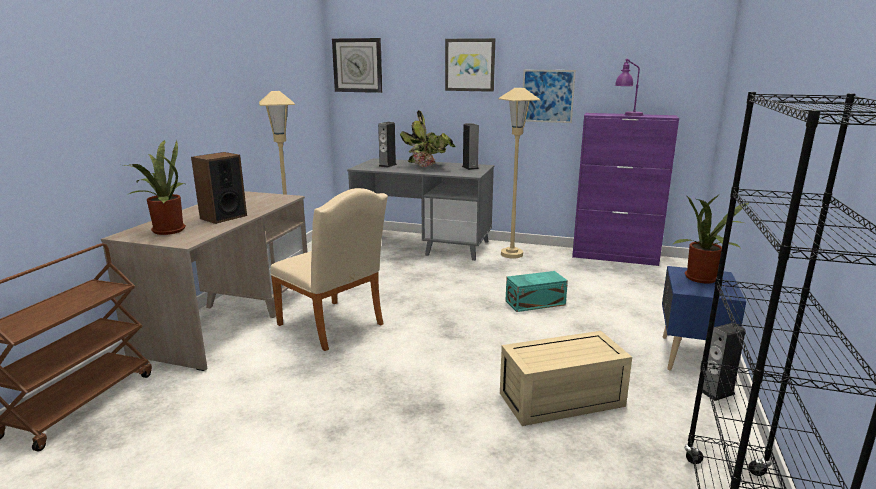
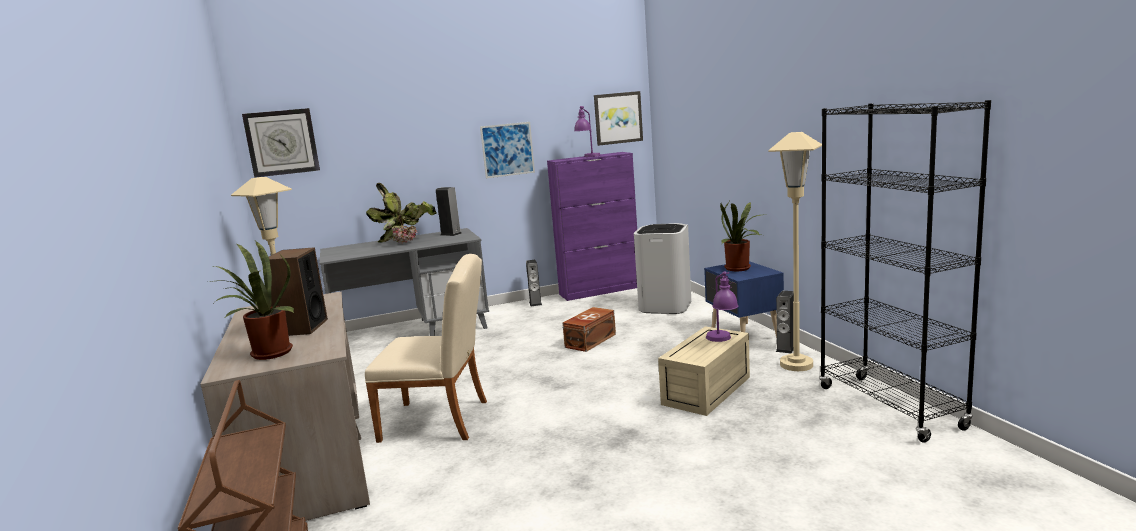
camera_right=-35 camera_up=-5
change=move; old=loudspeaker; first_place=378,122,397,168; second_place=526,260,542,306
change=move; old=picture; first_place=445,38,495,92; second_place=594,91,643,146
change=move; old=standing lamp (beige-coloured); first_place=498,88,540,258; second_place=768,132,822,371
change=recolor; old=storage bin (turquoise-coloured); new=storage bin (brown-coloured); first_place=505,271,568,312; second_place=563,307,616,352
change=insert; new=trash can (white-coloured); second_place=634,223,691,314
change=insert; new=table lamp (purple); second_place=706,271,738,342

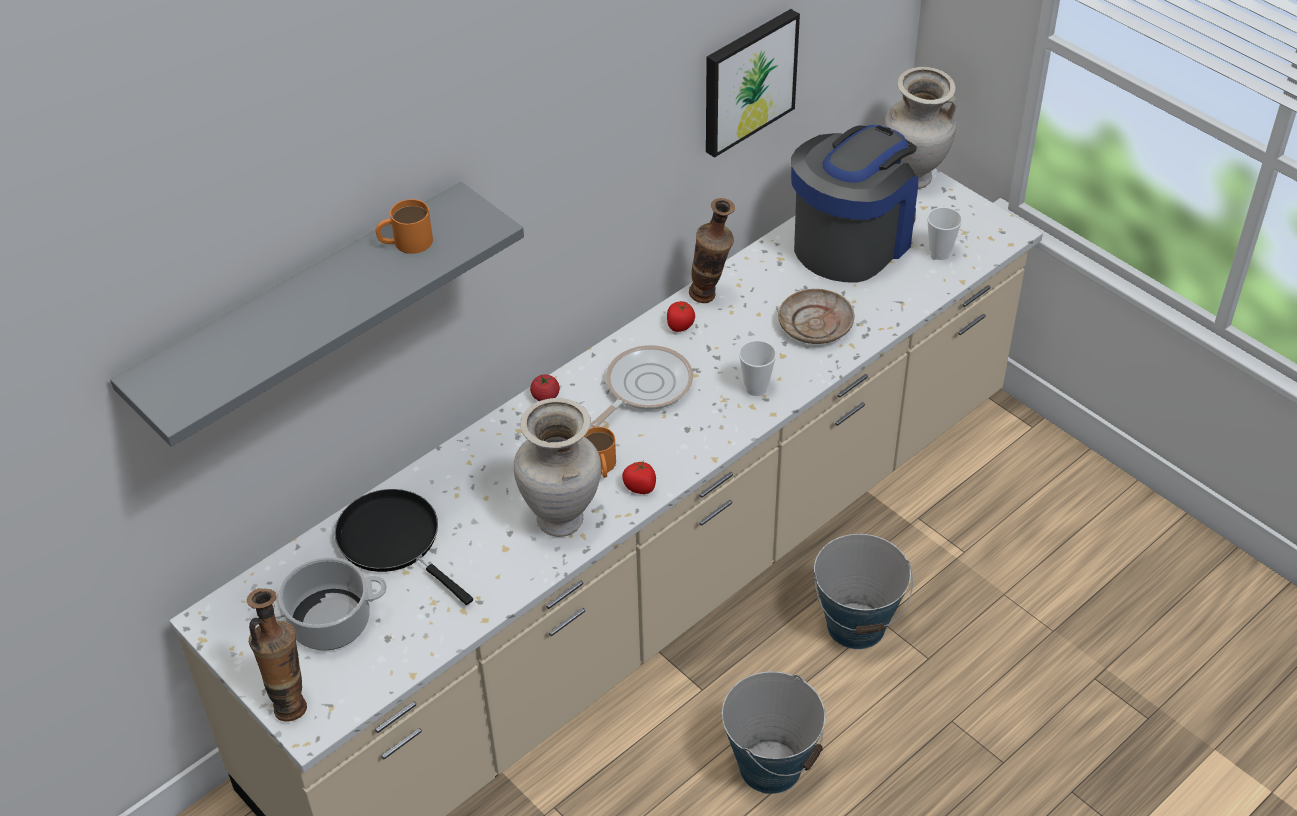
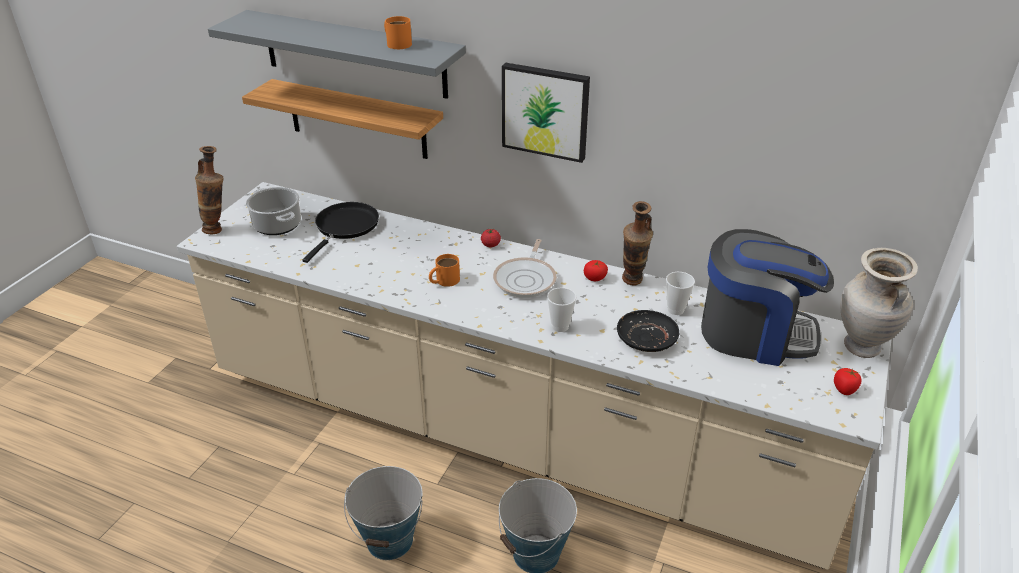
camera_right=65 camera_up=-10
change=delete; old=vase (beige-coloured); first_place=514,398,601,537
change=rotate; old=frying pan; first_place=591,345,693,427; second_place=493,239,557,298; degrees=90
change=move; old=whole tomato; first_place=622,461,656,494; second_place=834,368,861,395
change=move; old=picture; first_place=706,9,800,158; second_place=502,63,590,163
change=recolor; old=plate (beige-coloured); new=plate (blackish); first_place=778,289,854,344; second_place=617,310,679,352
change=move; old=cup; first_place=927,207,962,260; second_place=666,272,695,315
change=insert; new=bracket shelf; second_place=242,79,443,159

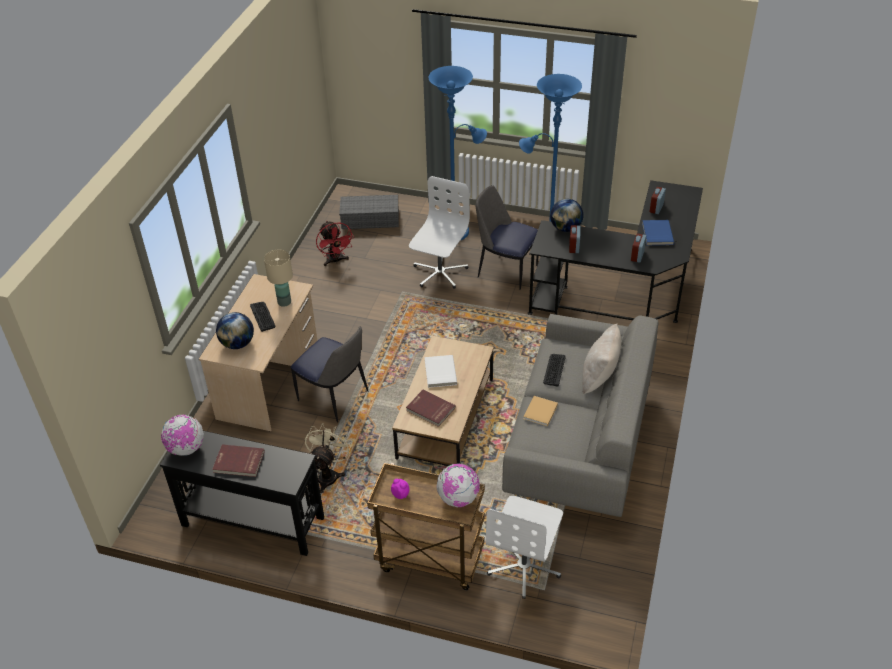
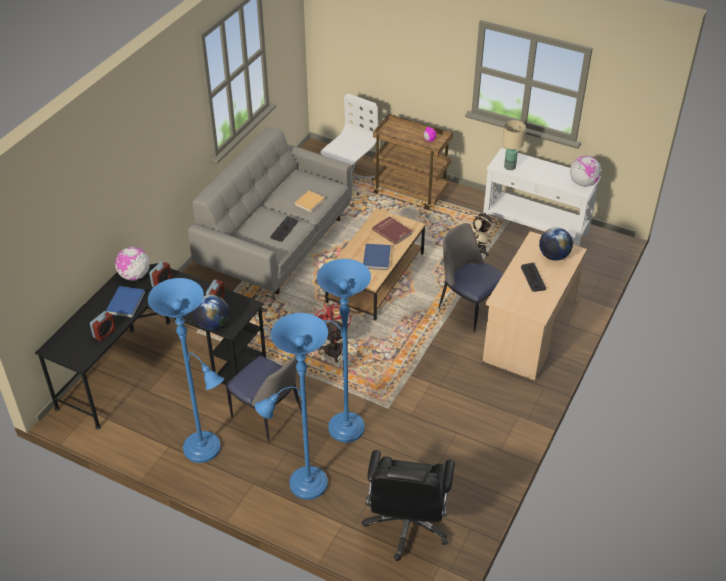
camera_right=-170 camera_up=0
change=recolor; old=console table (blackish); new=console table (white-coloured); first_place=160,431,324,556; second_place=483,148,601,246
change=delete; old=book (red-coloured); first_place=212,444,265,477
change=move; old=table lamp (beige-coloured); first_place=264,250,293,307; second_place=502,120,526,170
change=move; old=fan (red-coloured); first_place=316,221,354,266; second_place=314,301,351,363
change=replace; old=storage bin (greyish); new=desk chair (blackish); first_place=339,195,399,229; second_place=362,450,455,561
change=replace; old=desk chair (white-coloured); new=standing lamp (bluish); first_place=409,176,470,289; second_place=317,259,371,443
change=recolor; old=book (white-coloured); new=book (bluish); first_place=425,355,457,388; second_place=363,244,391,270
change=move; old=world globe; first_place=436,463,480,507; second_place=115,247,150,281
change=delete; old=throw pillow (beige-coloured); first_place=582,324,621,394

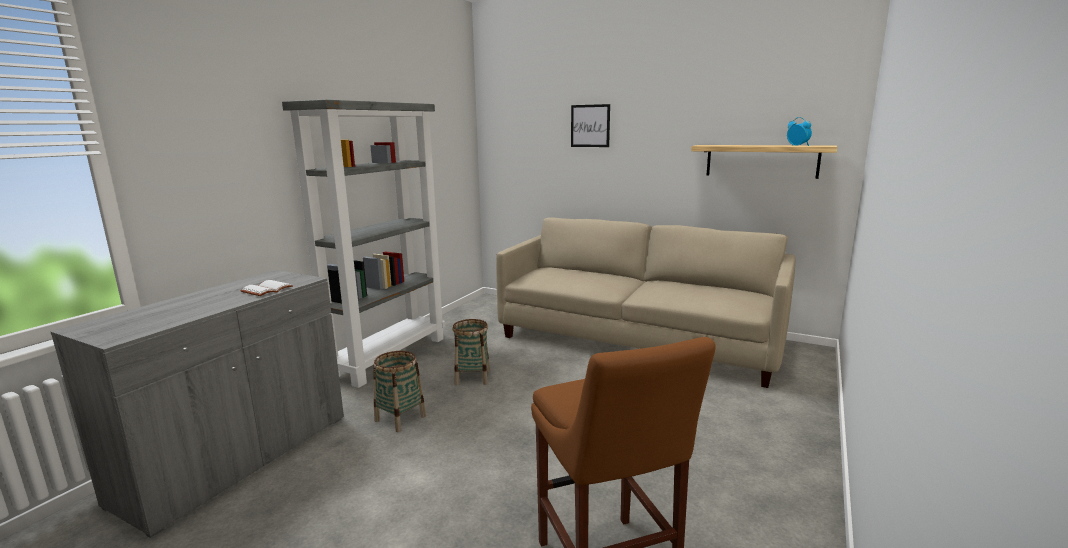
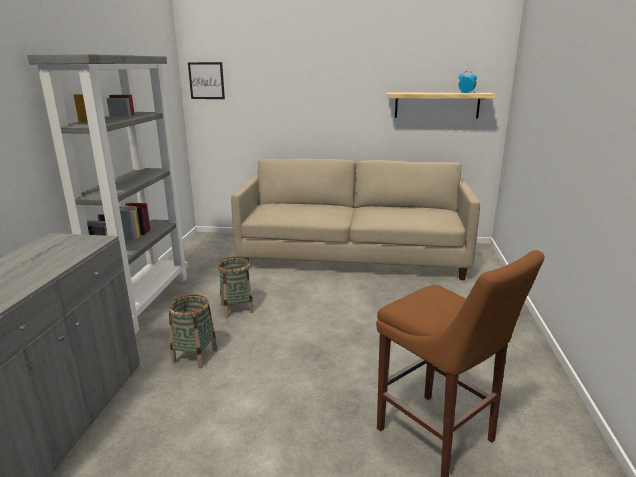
camera_right=-20 camera_up=5
change=delete; old=book (white-coloured); first_place=240,280,293,296
change=move; old=picture; first_place=571,104,610,147; second_place=188,62,225,99

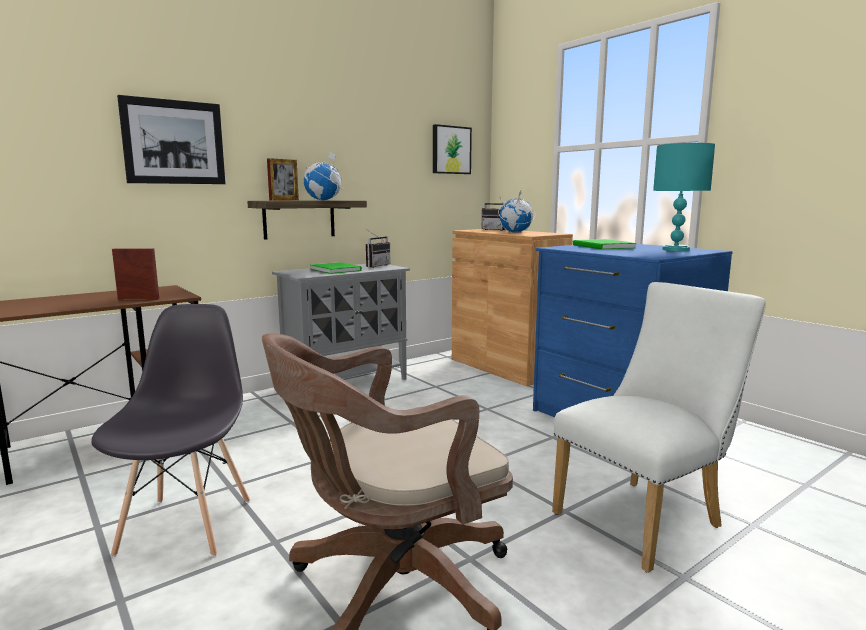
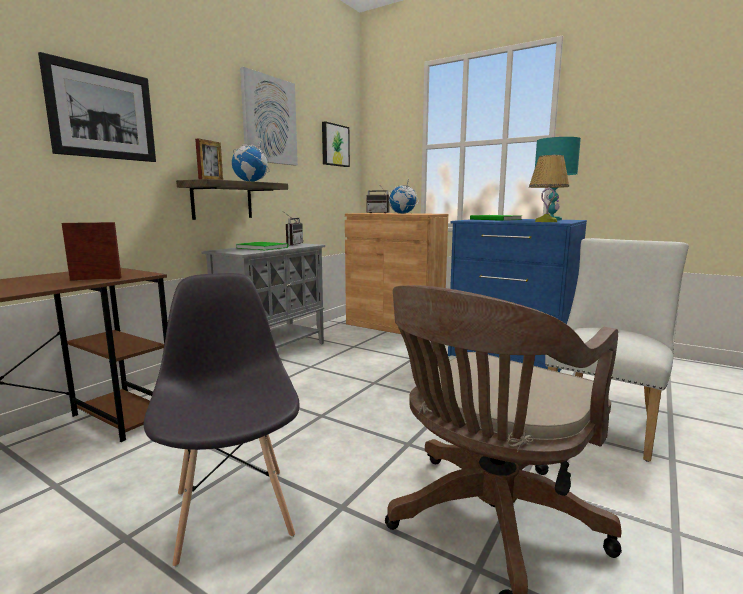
camera_right=-20 camera_up=0
change=insert; new=picture; second_place=240,67,298,165
change=insert; new=table lamp; second_place=529,155,569,222

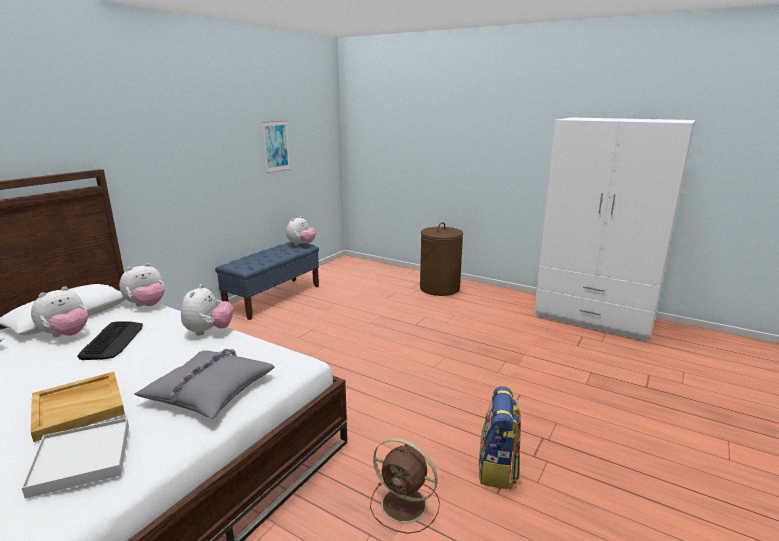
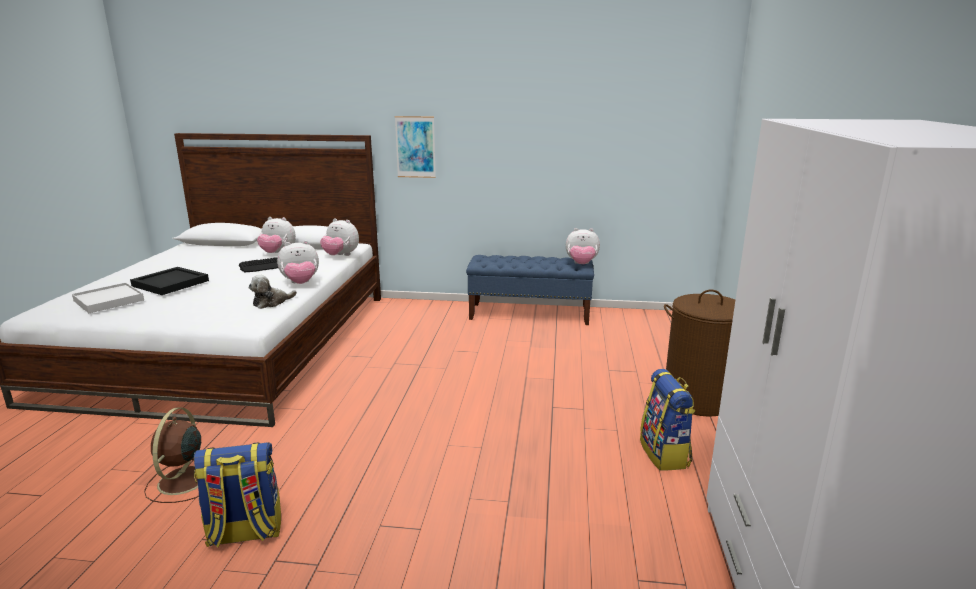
camera_right=65 camera_up=0
change=recolor; old=tray (beige-coloured); new=tray (blackish); first_place=31,372,125,442; second_place=130,267,209,295
change=delete; old=throw pillow (greyish); first_place=134,349,275,419
change=move; old=picture; first_place=262,120,290,173; second_place=395,116,436,178
change=insert; new=plush toy; second_place=249,275,297,309
change=insert; new=backpack; second_place=640,369,696,470

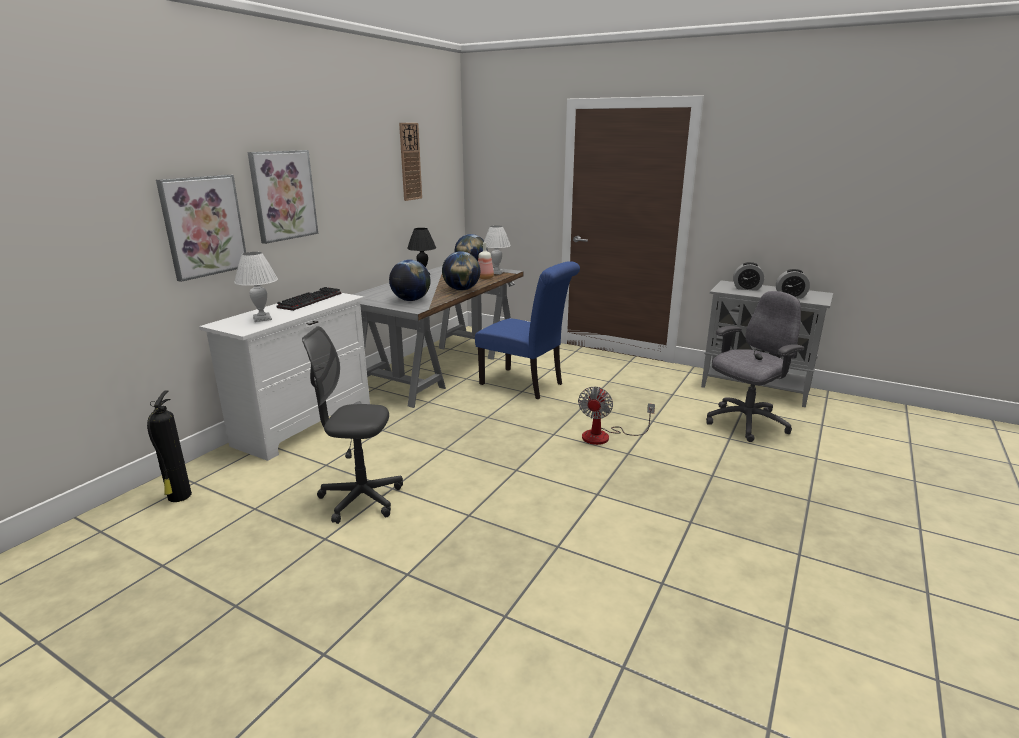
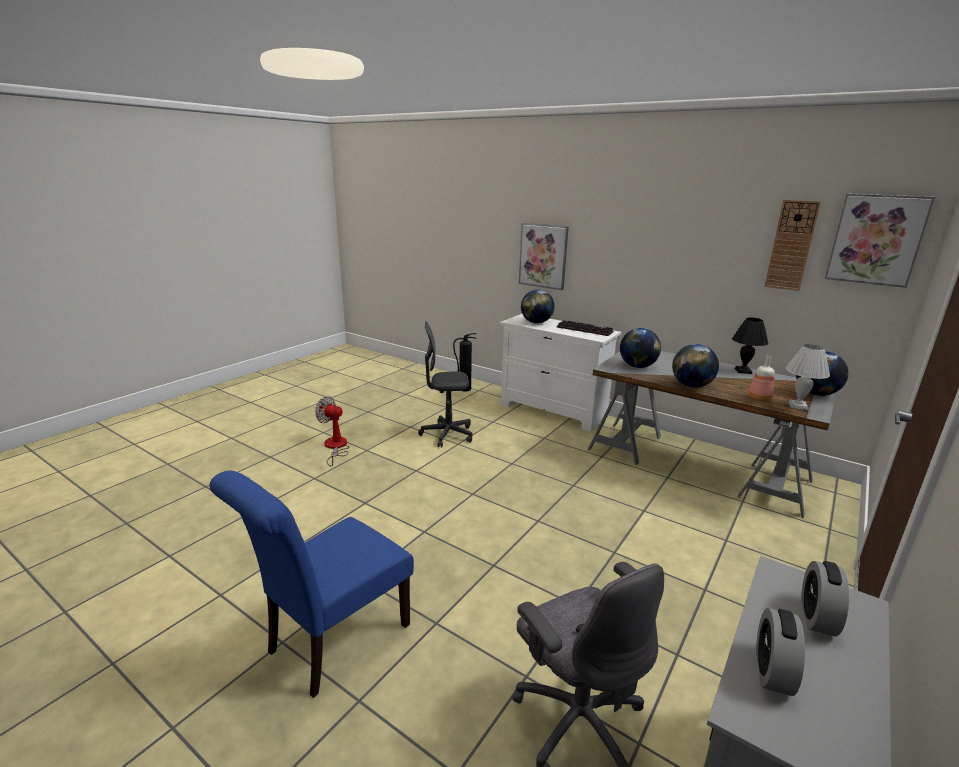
camera_right=95 camera_up=0
change=replace; old=table lamp (white-coloured); new=world globe; first_place=234,252,278,322; second_place=521,289,554,323
change=move; old=picture; first_place=248,150,318,244; second_place=825,193,935,288
change=rotate; old=desk chair (greyish); first_place=302,326,403,524; second_place=418,321,472,448; degrees=-105
change=move; old=chair (bluish); first_place=475,261,580,399; second_place=209,470,414,698
change=move; old=fan; first_place=578,387,655,445; second_place=315,396,349,466

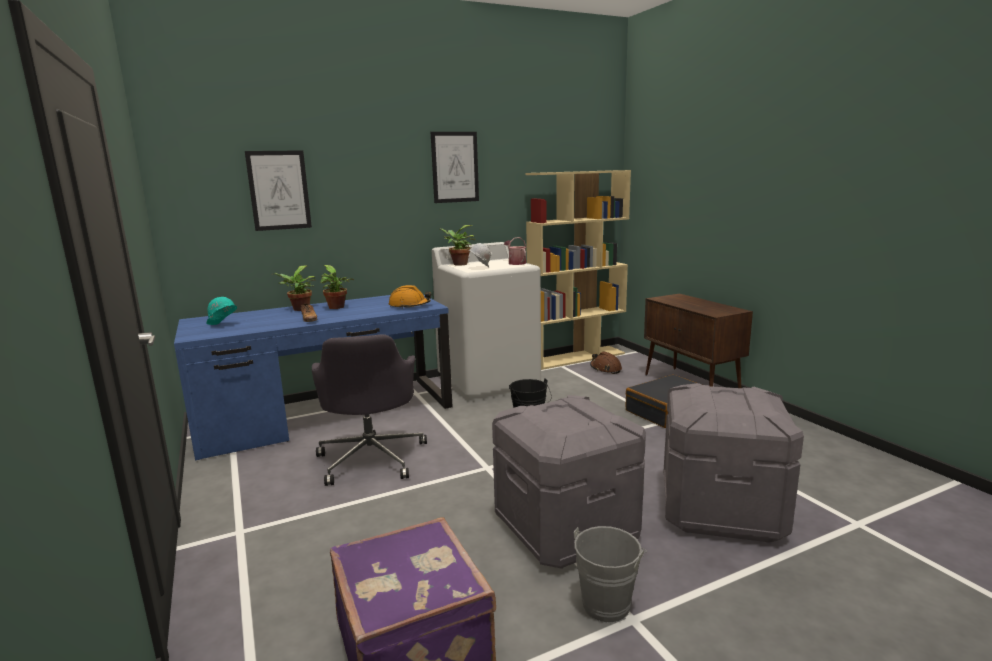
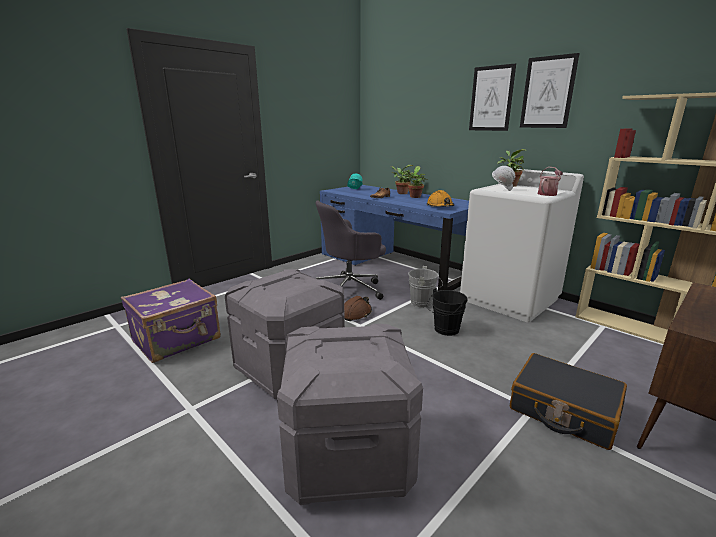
camera_right=70 camera_up=5
change=move; old=picture; first_place=245,150,312,231; second_place=469,64,516,131
change=move; old=pail (greyish); first_place=573,526,647,623; second_place=408,266,443,308
change=move; old=hard hat (brown-coloured); first_place=590,352,622,374; second_place=344,296,372,321

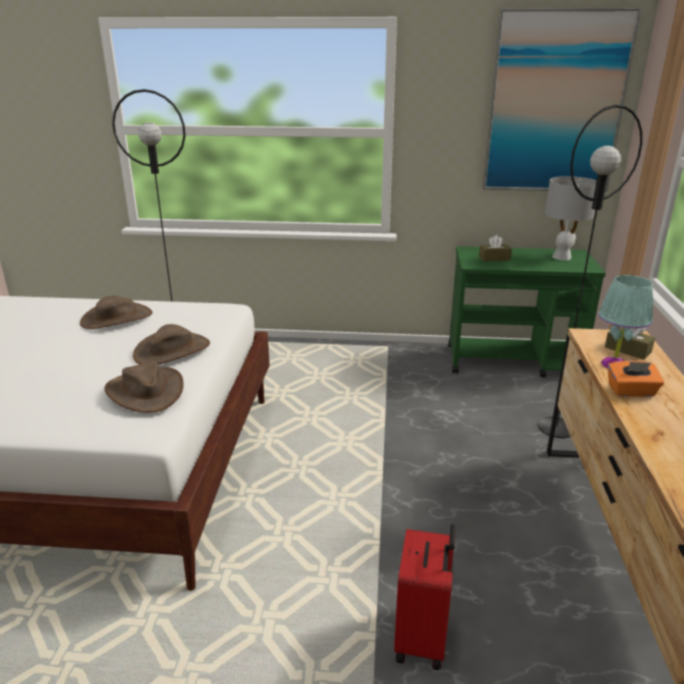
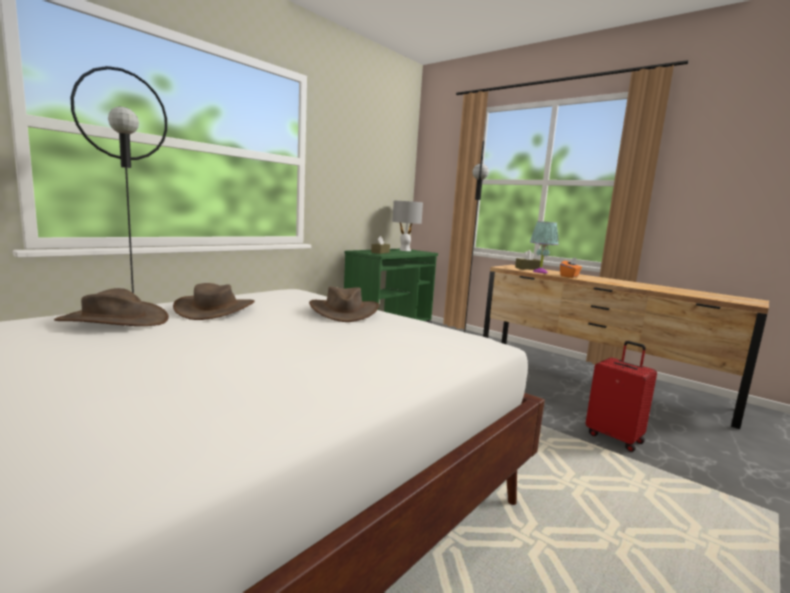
camera_right=-55 camera_up=-15
change=move; old=wearable hat (brown-coloured); first_place=105,361,184,413; second_place=54,288,169,326
change=delete; old=picture; first_place=483,8,642,192

